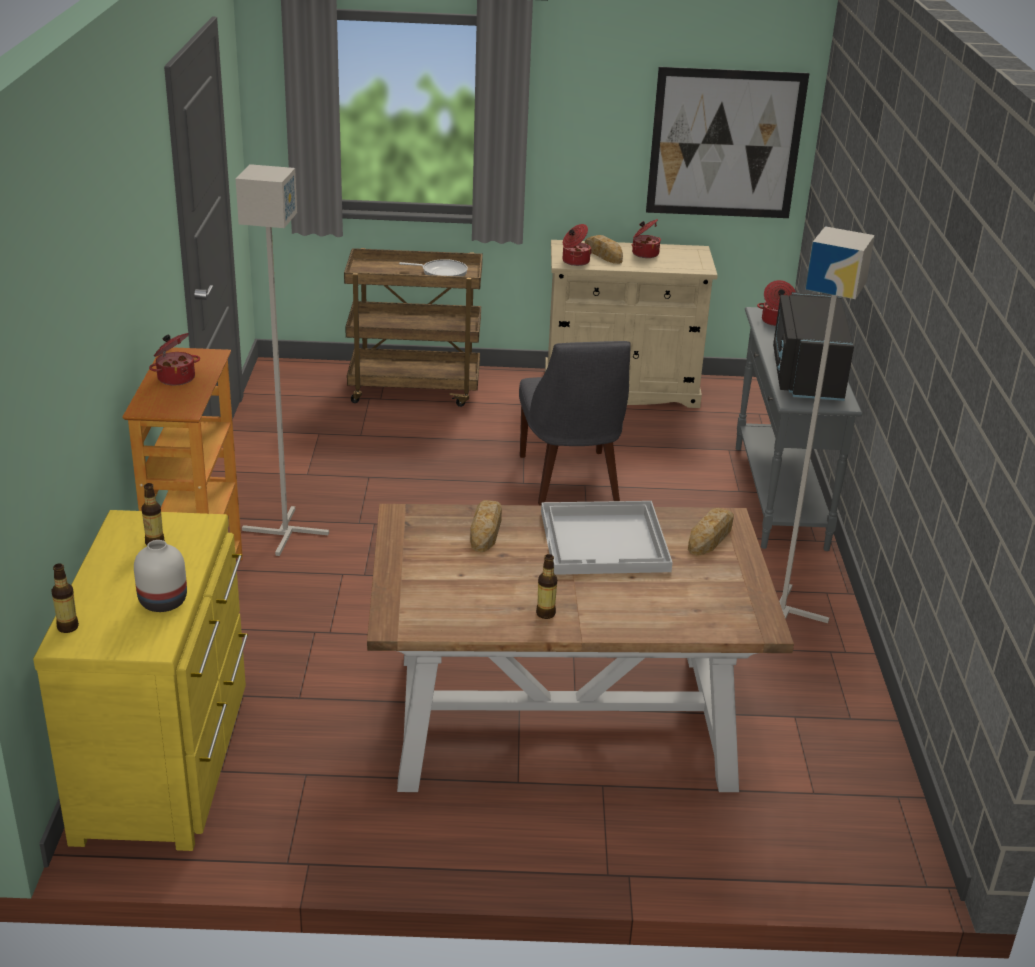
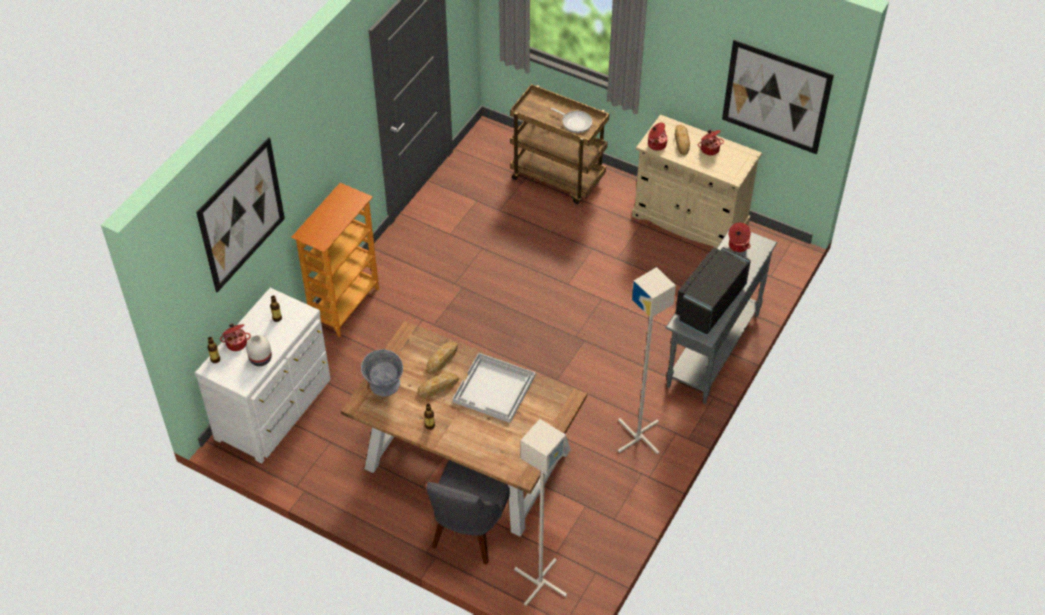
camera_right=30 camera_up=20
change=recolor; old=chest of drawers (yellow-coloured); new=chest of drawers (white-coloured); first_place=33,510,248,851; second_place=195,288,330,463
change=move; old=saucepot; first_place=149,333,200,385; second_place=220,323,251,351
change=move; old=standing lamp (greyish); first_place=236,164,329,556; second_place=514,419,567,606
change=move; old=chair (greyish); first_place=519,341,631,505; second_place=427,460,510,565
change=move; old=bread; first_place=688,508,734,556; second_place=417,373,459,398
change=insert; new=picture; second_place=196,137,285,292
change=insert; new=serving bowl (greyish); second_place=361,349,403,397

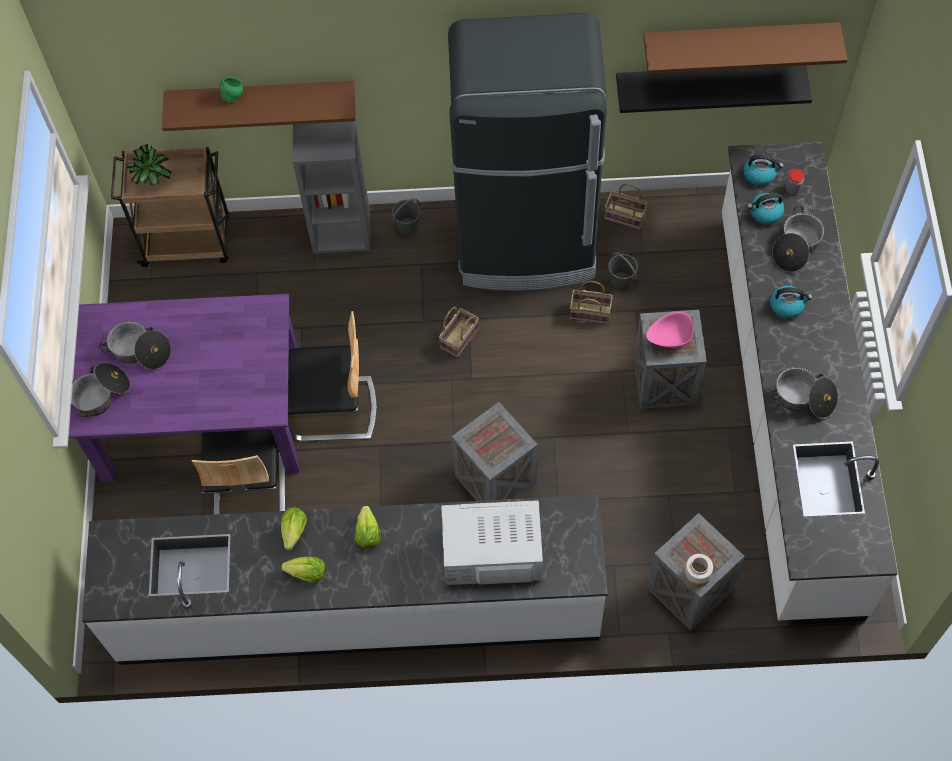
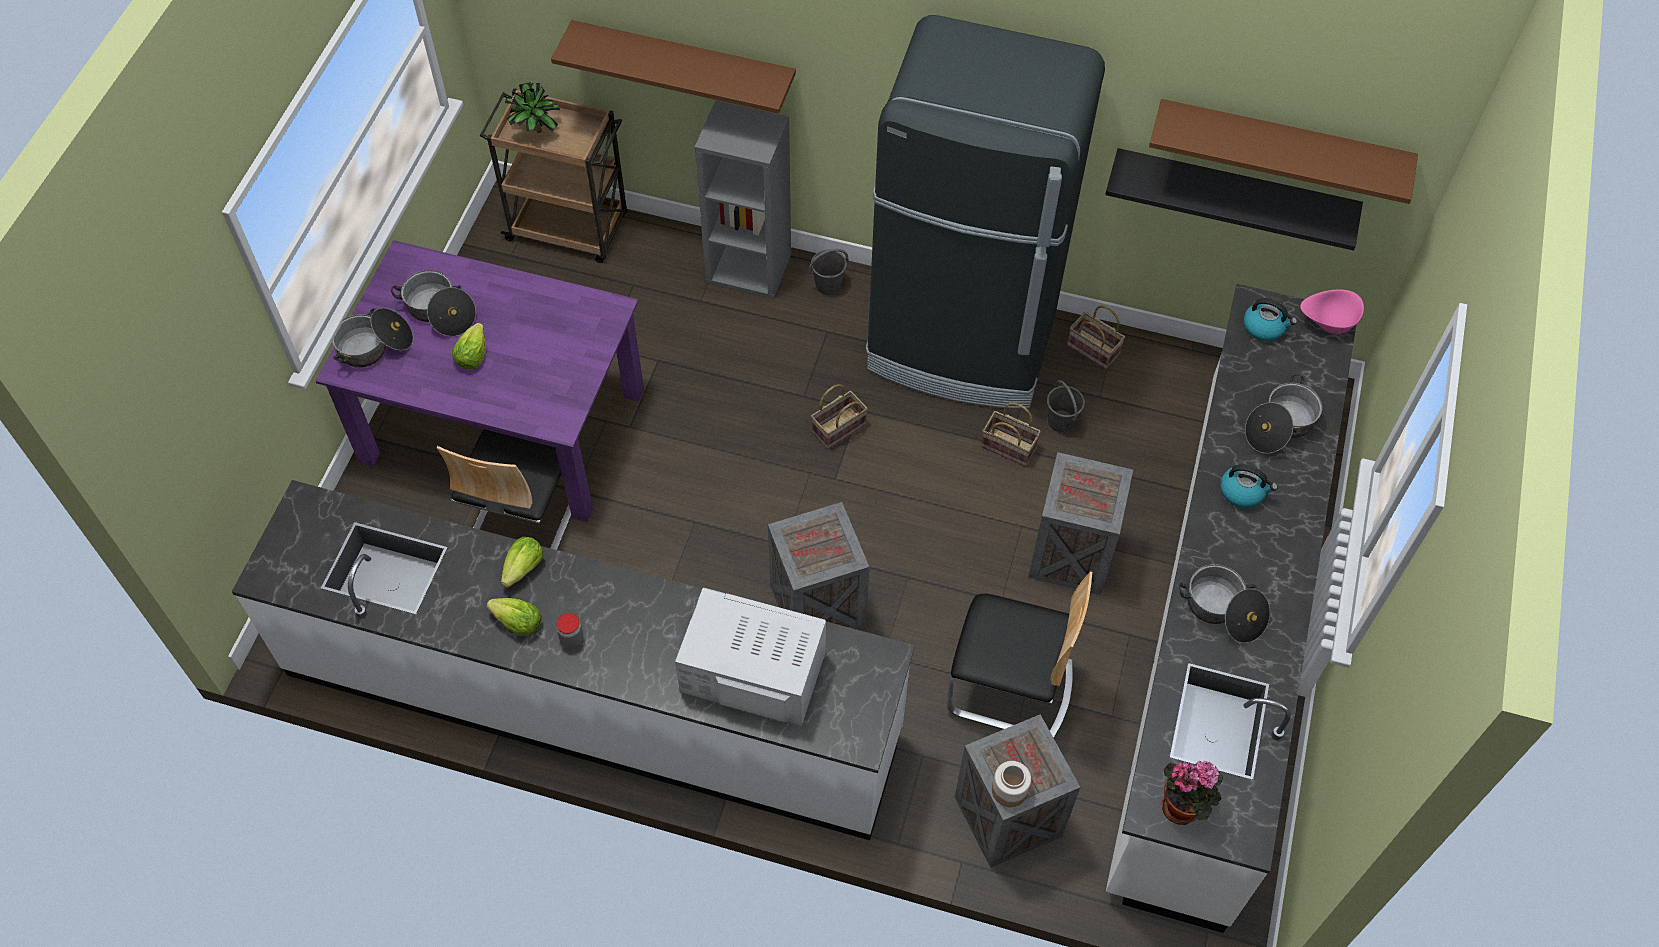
camera_right=15 camera_up=-5
change=delete; old=serving bowl (green); first_place=219,77,243,102
change=move; old=chair; first_place=288,311,377,442; second_place=947,572,1092,738
change=move; old=lettuce; first_place=355,506,381,549; second_place=452,323,486,369
change=move; old=serving bowl (pink-coloured); first_place=646,312,694,348; second_place=1300,289,1364,334
change=delete; old=water kettle; first_place=747,193,784,224
change=move; old=storage jar; first_place=785,169,805,194; second_place=556,613,583,648
change=insert; new=houseplant; second_place=1162,761,1223,825

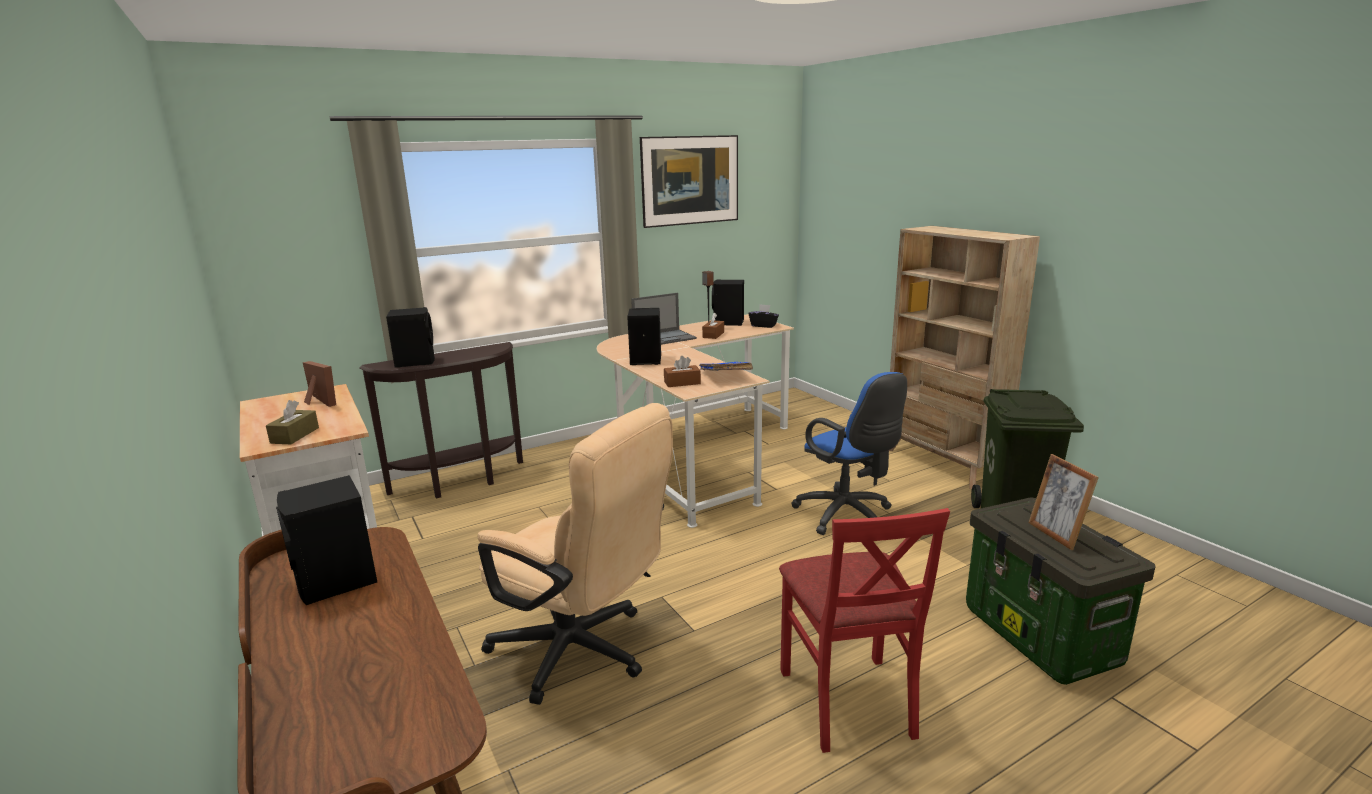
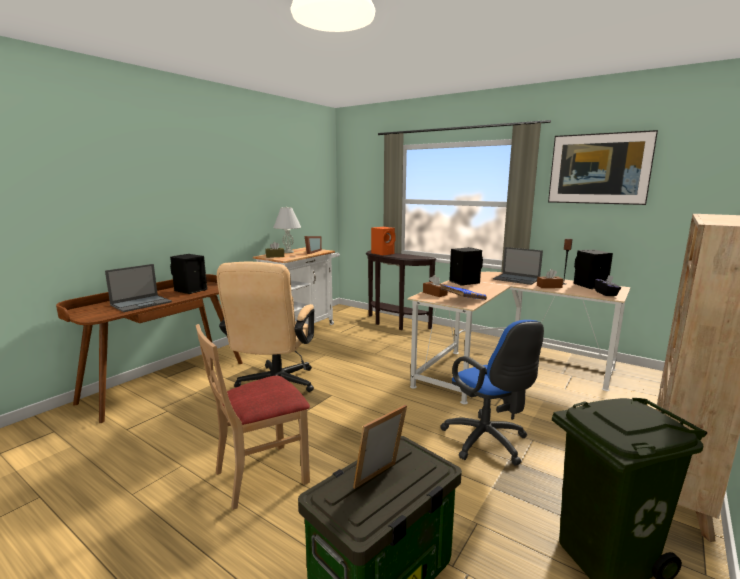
camera_right=65 camera_up=-5
change=recolor; old=loudspeaker (blackish); new=loudspeaker (orange); first_place=386,307,435,368; second_place=371,227,396,255
change=recolor; old=chair (red-coloured); new=chair (beige-coloured); first_place=779,508,950,753; second_place=196,324,310,510
change=rotate; old=desk chair (bluish); first_place=791,372,907,535; second_place=440,320,544,465; degrees=-60
change=insert; new=notebook computer; second_place=105,264,172,312
change=insert; new=table lamp (white-coloured); second_place=273,207,301,253

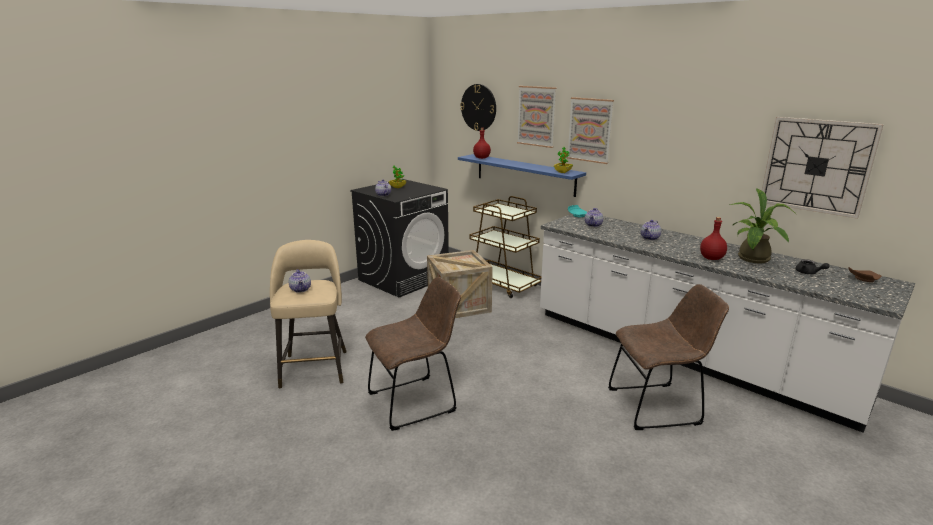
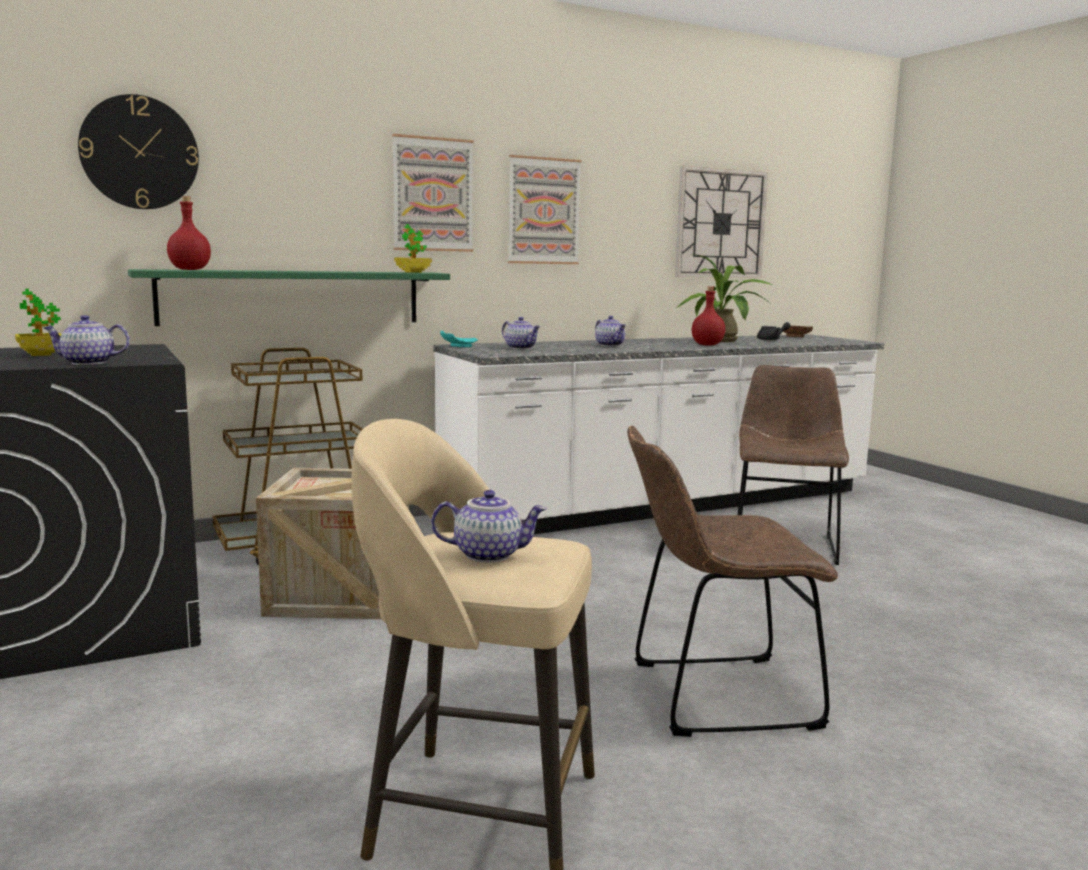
camera_right=-70 camera_up=-10
change=rotate; old=chair (brown-coloured); first_place=365,277,461,431; second_place=627,426,838,737; degrees=-90
change=recolor; old=bracket shelf (bluish); new=bracket shelf (green); first_place=458,154,586,197; second_place=128,269,450,326
change=move; old=picture; first_place=517,86,557,148; second_place=508,155,582,264

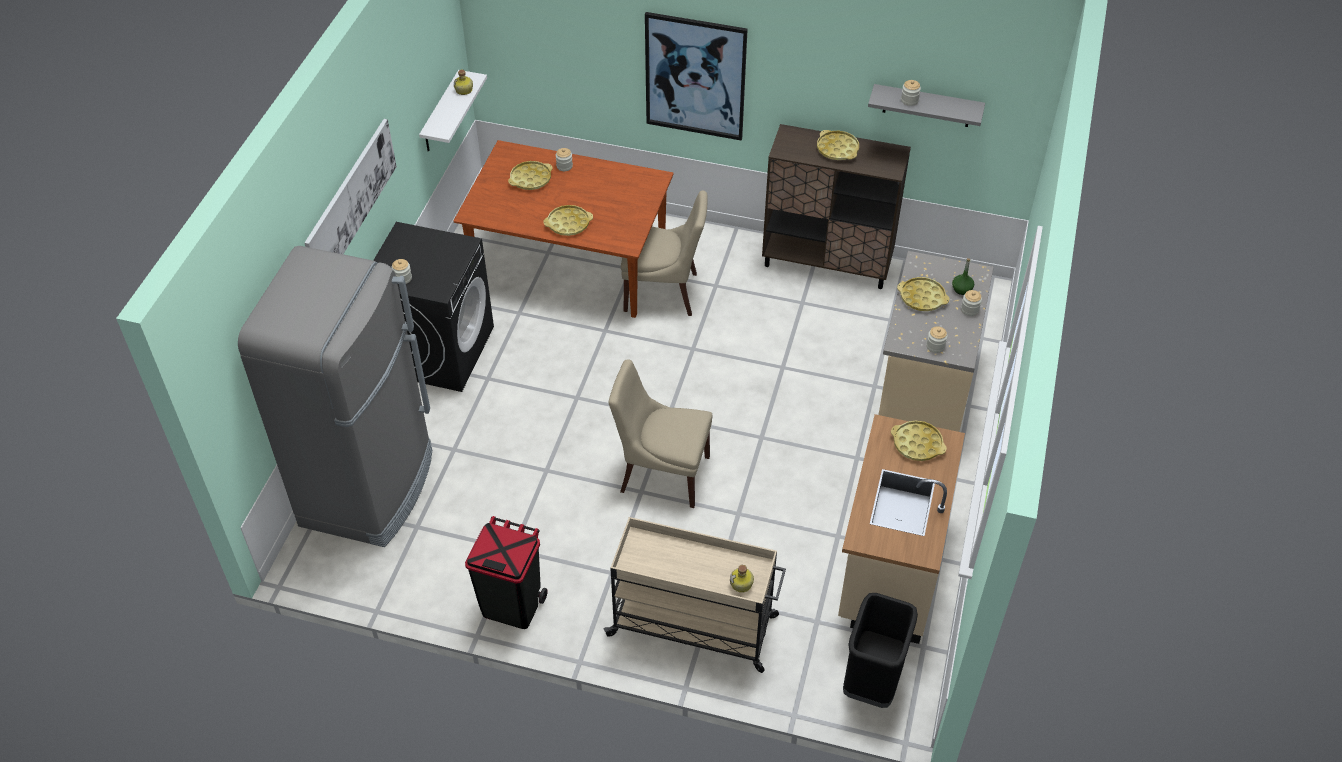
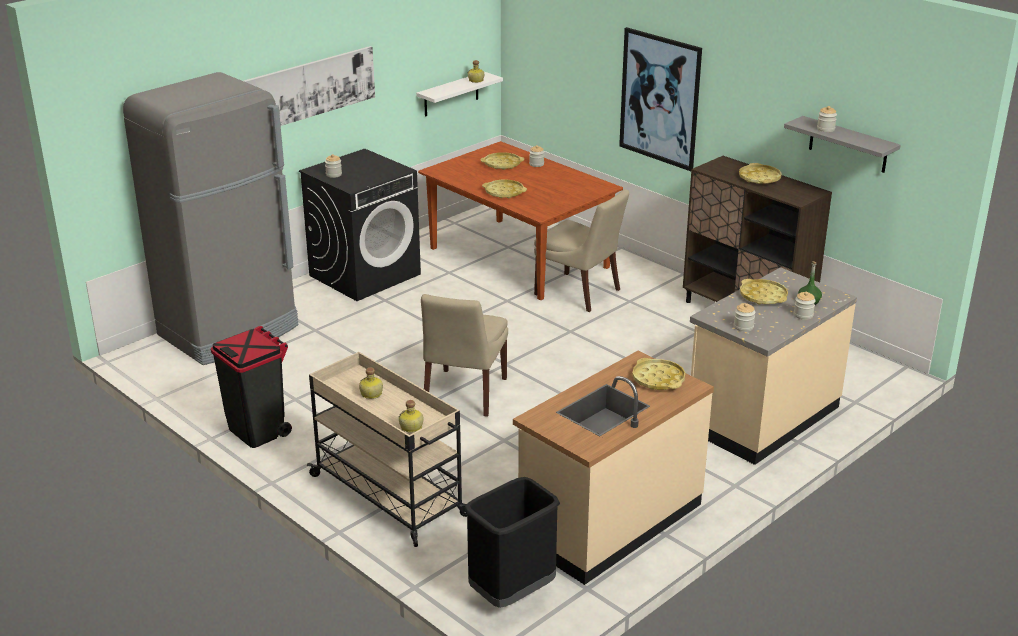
camera_right=30 camera_up=-20
change=rotate; old=chair (beige-coloured); first_place=608,359,713,508; second_place=421,294,508,417; degrees=-120
change=insert; new=beverage bottle; second_place=359,367,383,399

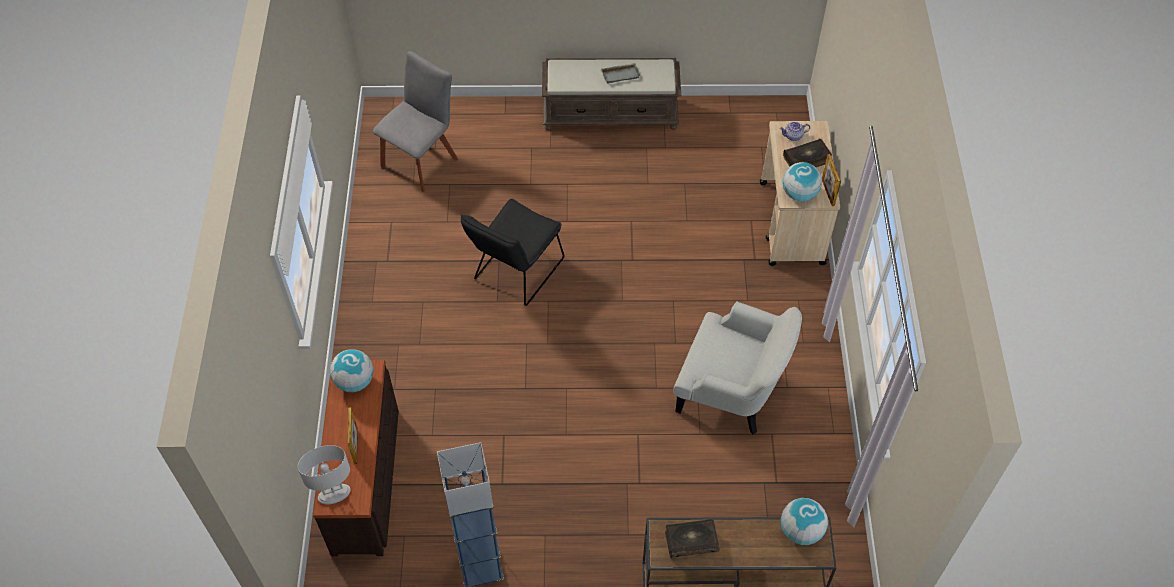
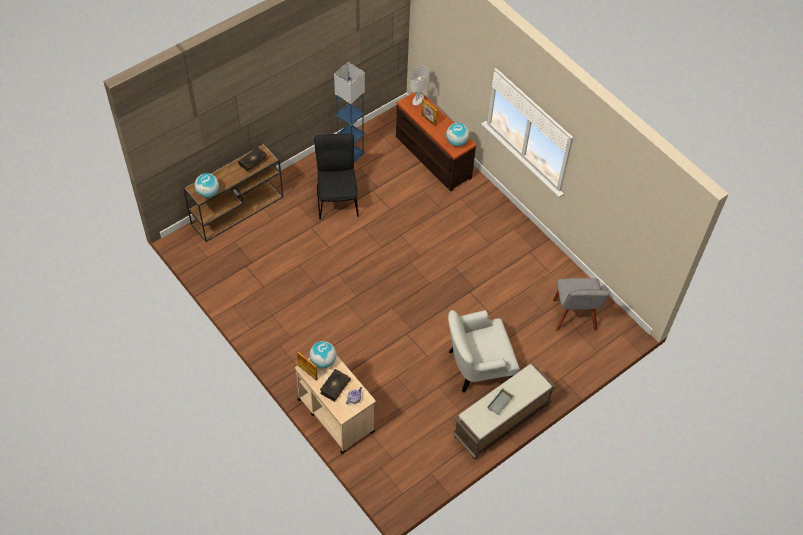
camera_right=140 camera_up=0
change=move; old=chair (blackish); first_place=461,199,564,306; second_place=314,133,359,220
change=move; old=lounge chair (white-coloured); first_place=673,301,802,434; second_place=448,310,520,392

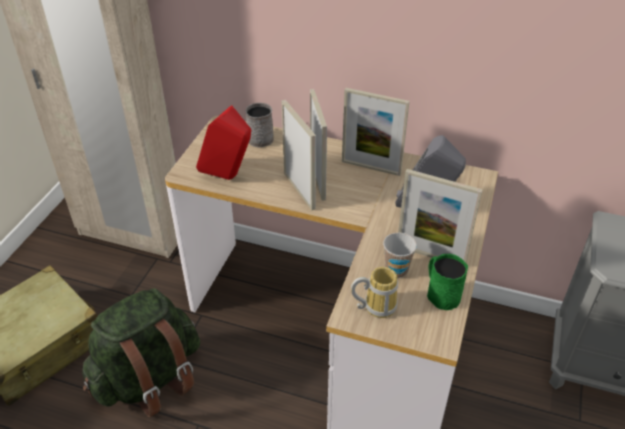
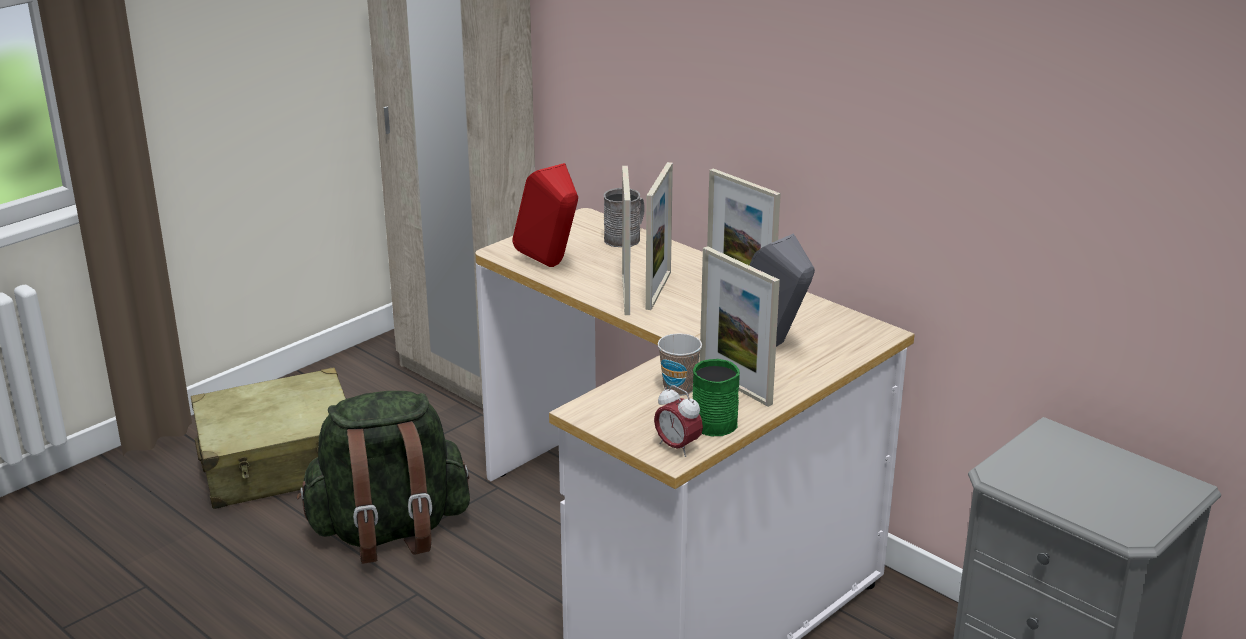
camera_right=25 camera_up=-15
change=delete; old=mug; first_place=351,267,398,318
change=insert; new=bedside clock; second_place=654,385,703,457

